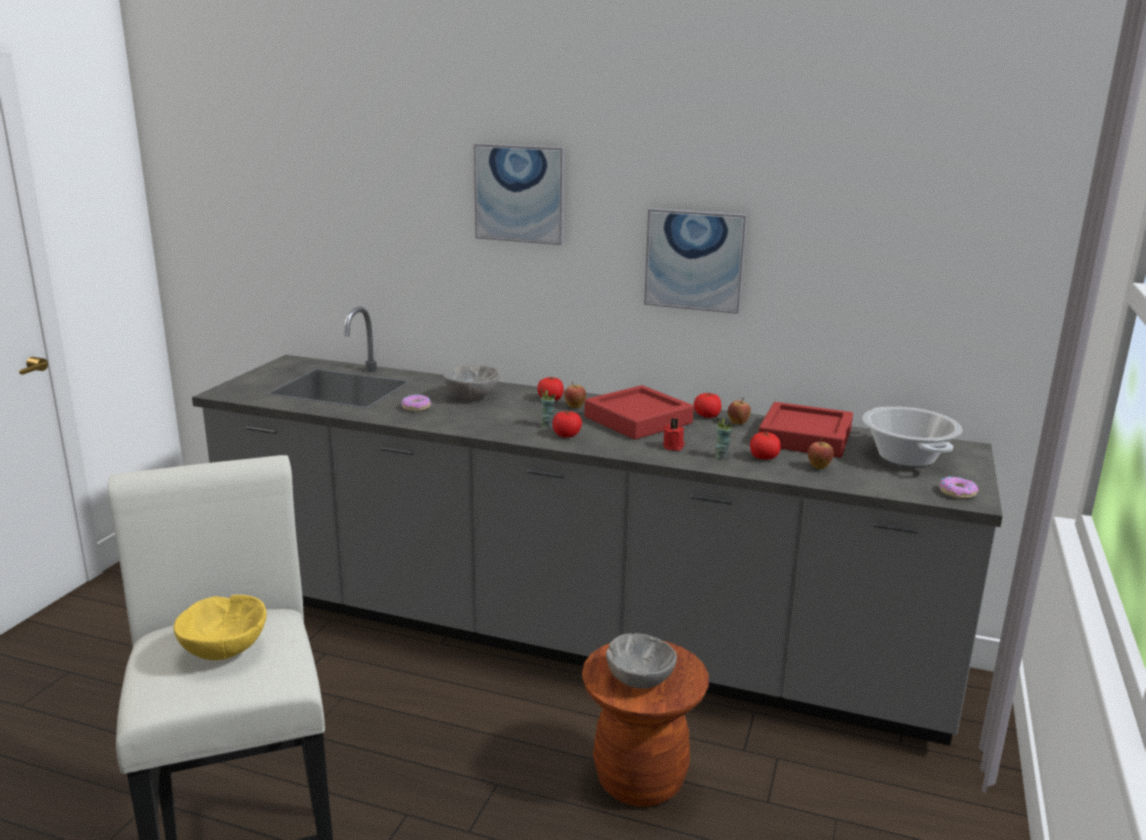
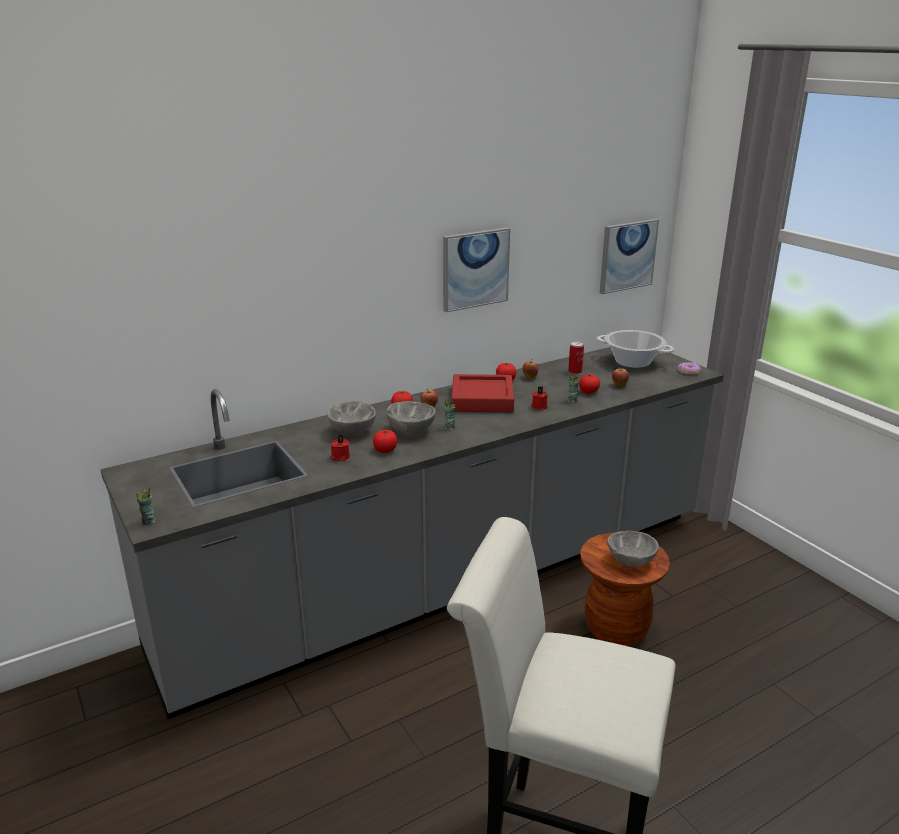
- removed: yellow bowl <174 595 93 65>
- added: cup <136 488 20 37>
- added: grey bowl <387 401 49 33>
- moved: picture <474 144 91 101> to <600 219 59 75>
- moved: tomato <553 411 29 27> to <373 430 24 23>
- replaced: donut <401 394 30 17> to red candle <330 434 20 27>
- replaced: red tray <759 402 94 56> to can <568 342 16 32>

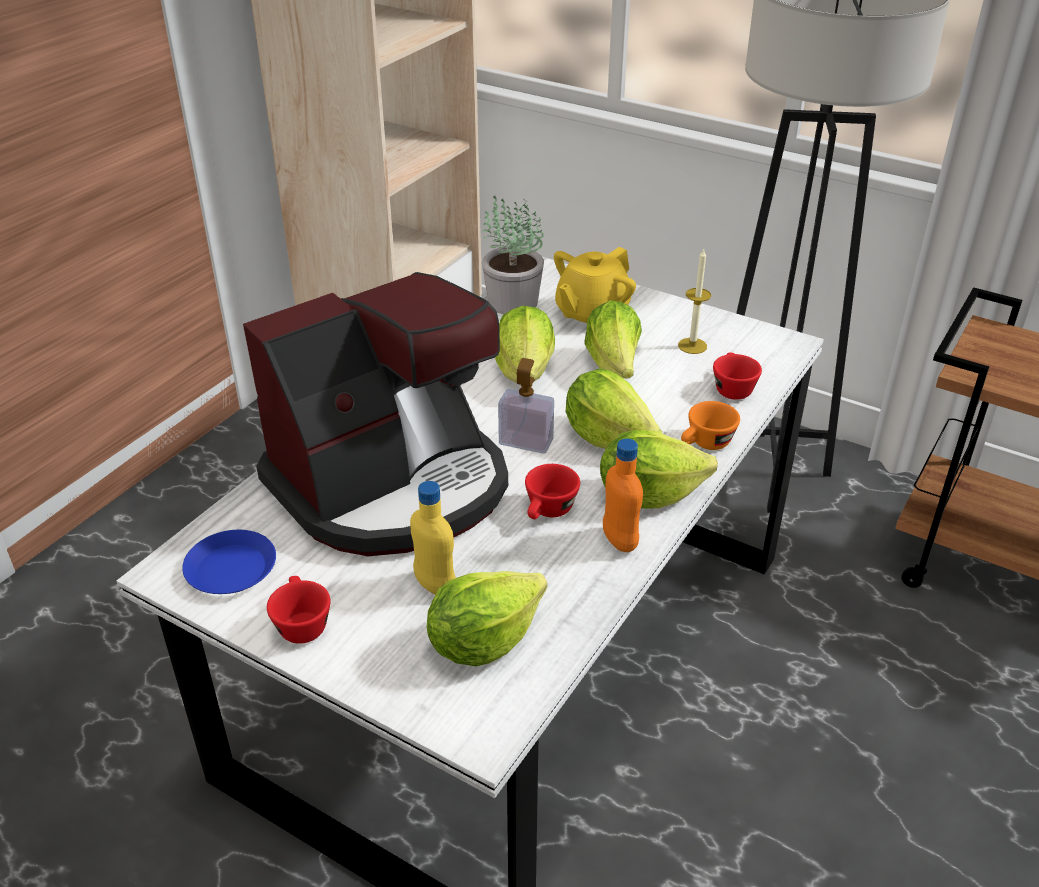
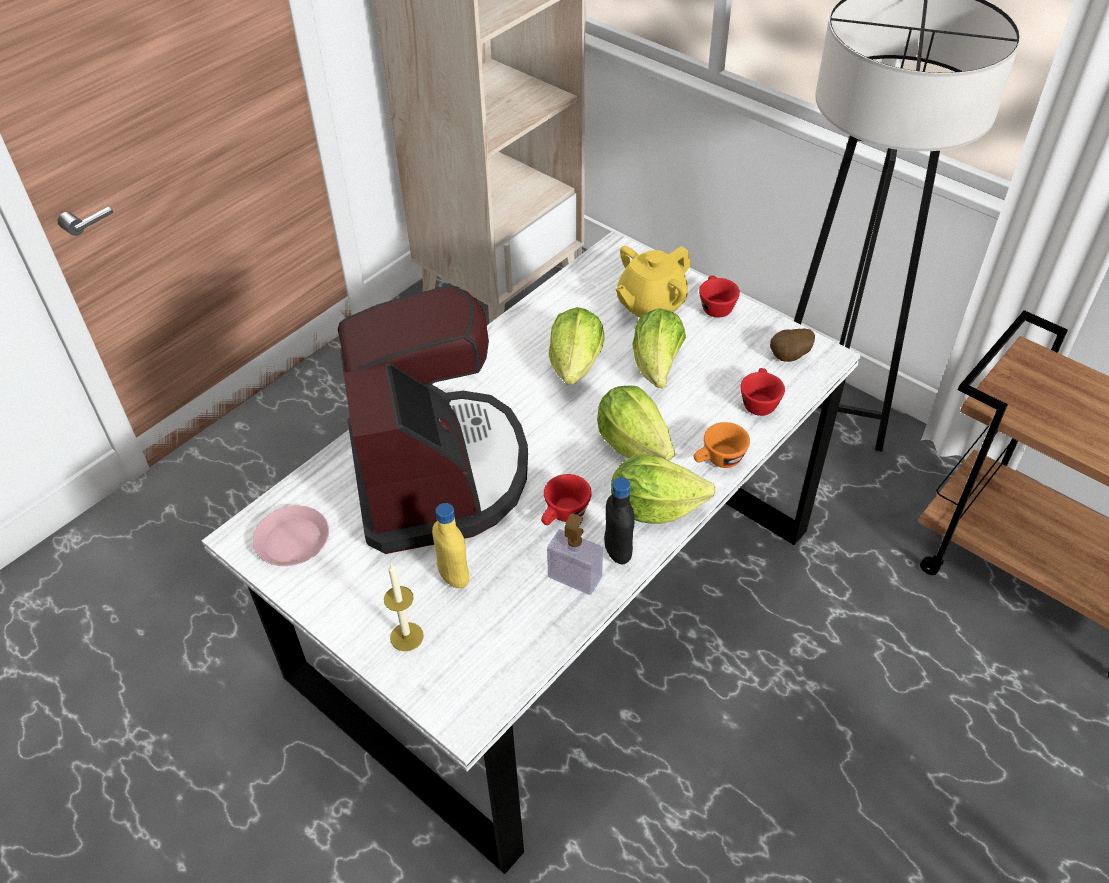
- removed: lettuce <427 571 120 95>
- removed: potted plant <482 195 62 119>
- added: potato <770 329 45 33>
- moved: red cup <267 576 63 68> to <699 276 41 42>
- moved: soap dispenser <498 358 56 96> to <547 513 56 82>
- moved: candle <678 249 33 105> to <384 564 40 87>
- recoloured: blue plate <182 530 94 64> to pink plate <253 505 76 61>
- recoloured: orange bottle <603 439 40 113> to black bottle <604 478 31 86>
- turned: coffee machine <243 272 265 284> = <338 285 190 269> 75 degrees counterclockwise

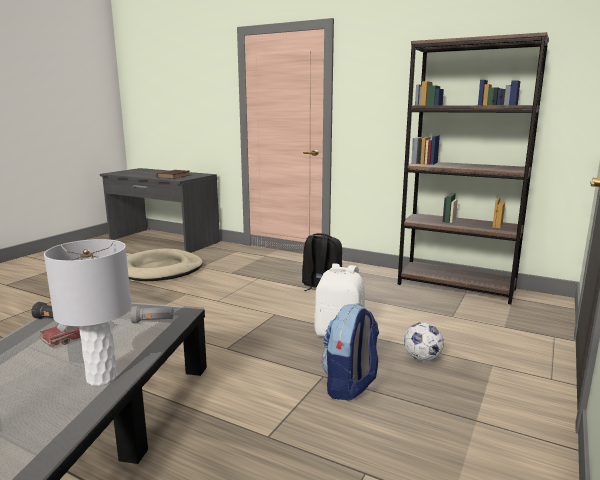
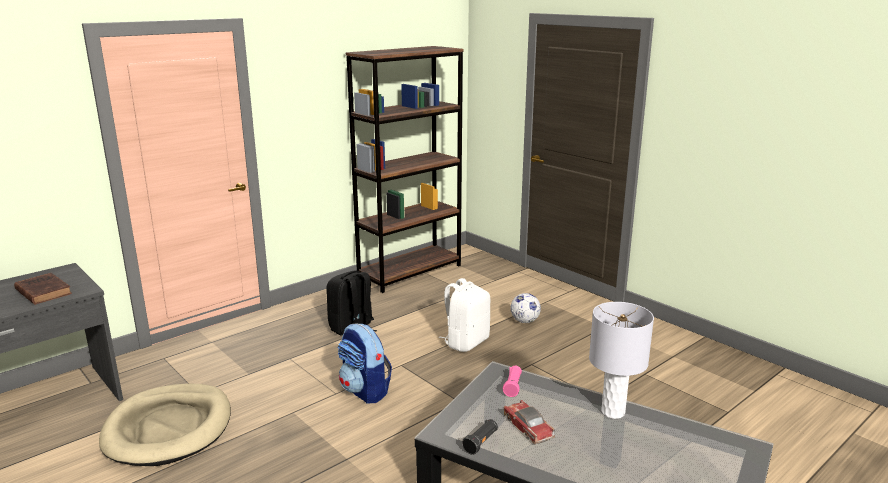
- moved: backpack <322 303 57 98> to <337 323 55 80>
- recoloured: grey flashlight <131 306 43 17> to pink flashlight <503 366 19 31>

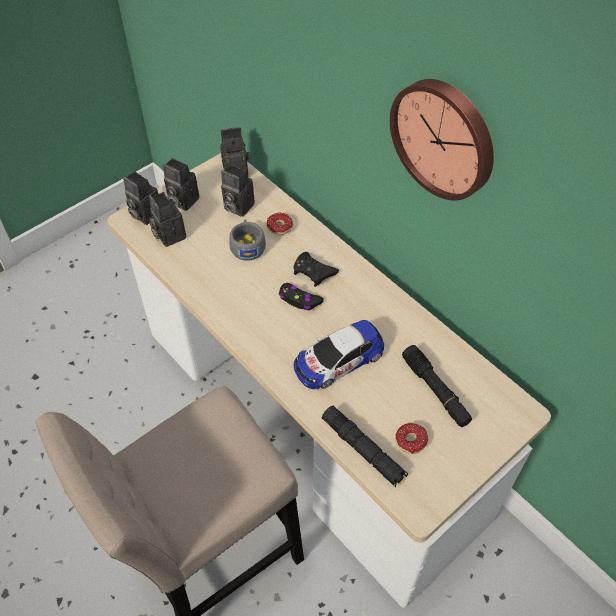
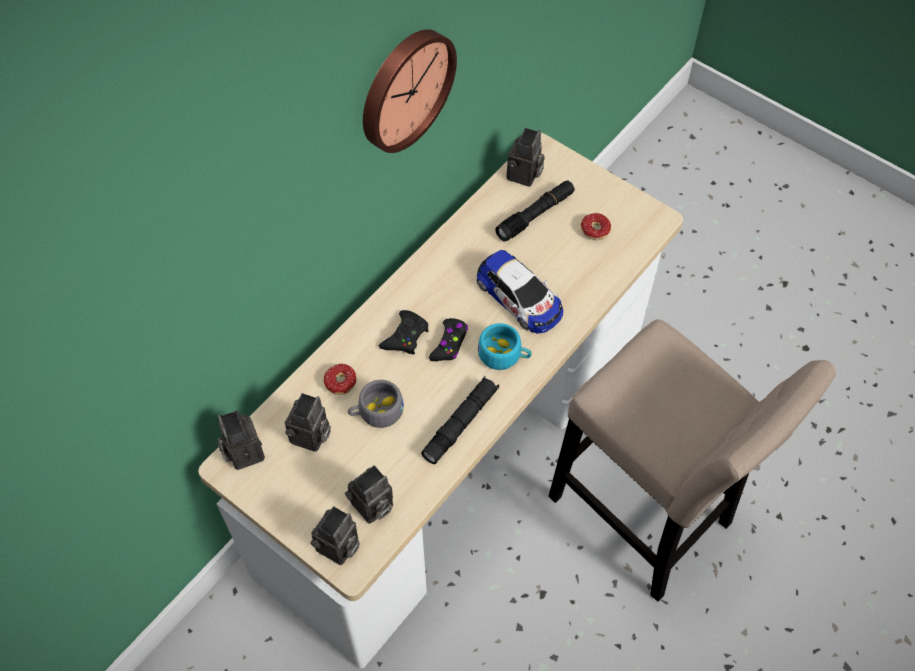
- added: turquoise cup <478 323 54 47>
- moved: photo camera <163 158 36 53> to <507 128 38 59>
- moved: black flashlight <322 406 86 81> to <421 376 78 88>

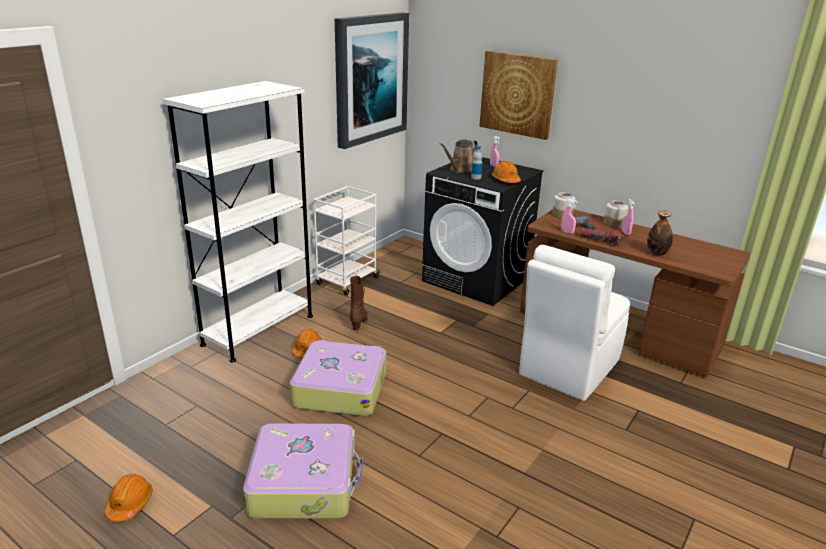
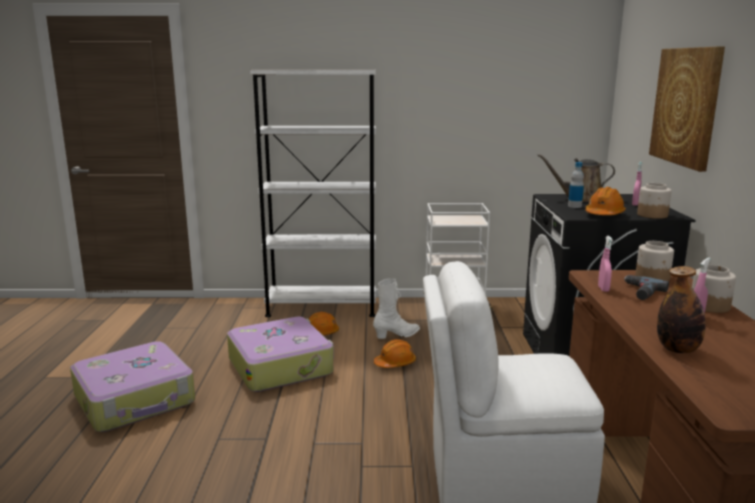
- removed: picture <335 12 74 137>
- removed: flashlight <580 227 43 19>
- added: jar <637 183 35 36>
- moved: orange hard hat <105 474 48 48> to <374 339 42 29>
- recoloured: brown boot <350 275 18 55> to white boot <373 279 47 60>

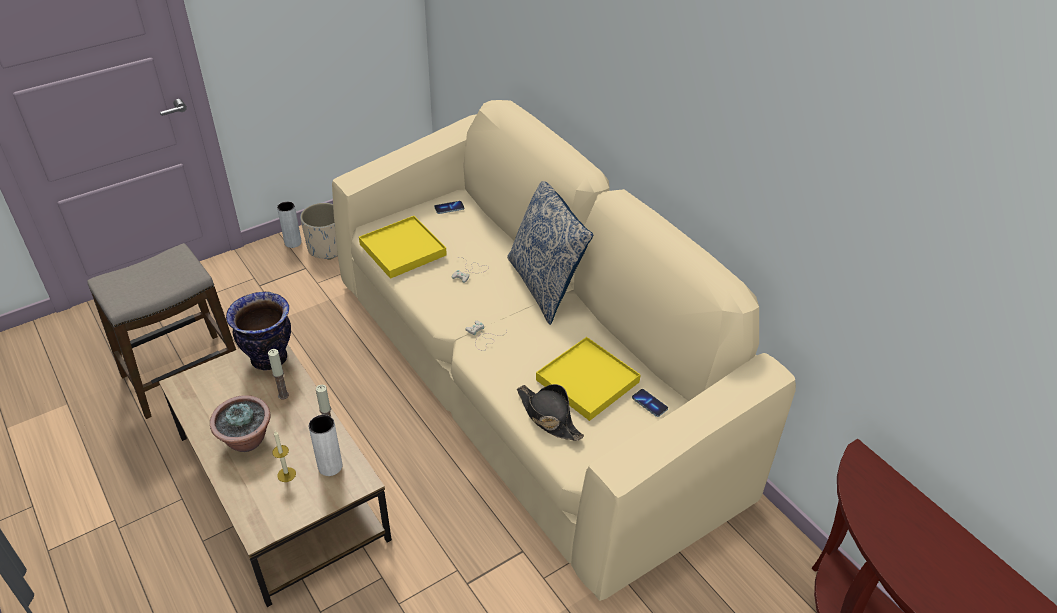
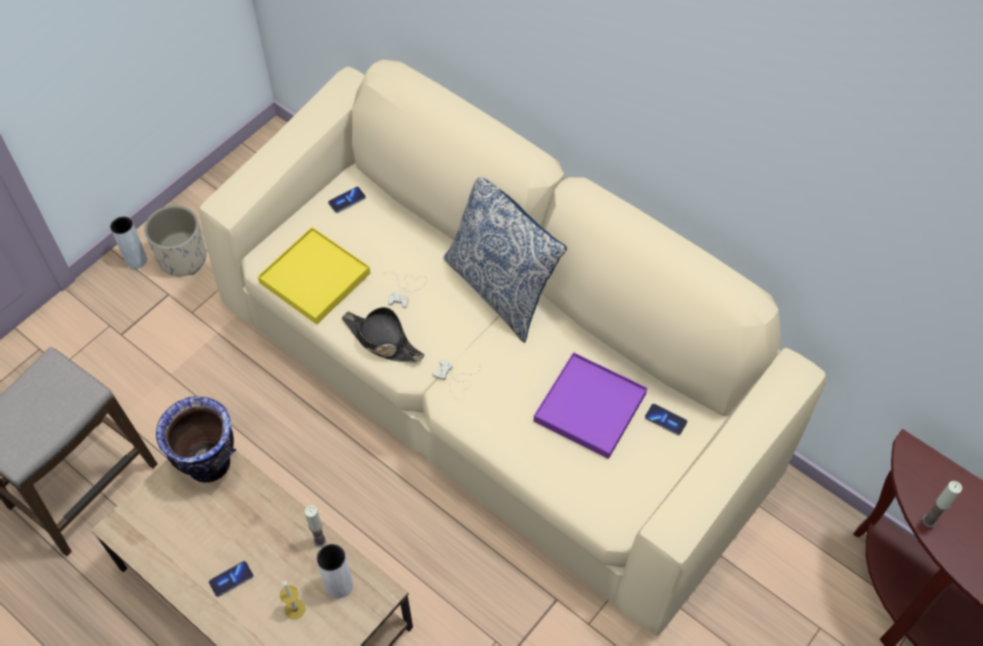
- moved: candle <268 349 21 51> to <922 481 40 46>
- moved: black hat <517 384 67 57> to <342 307 83 55>
- replaced: potted plant <210 395 61 57> to phone <209 561 45 36>
- recoloured: yellow tray <536 337 105 84> to purple tray <534 352 113 107>

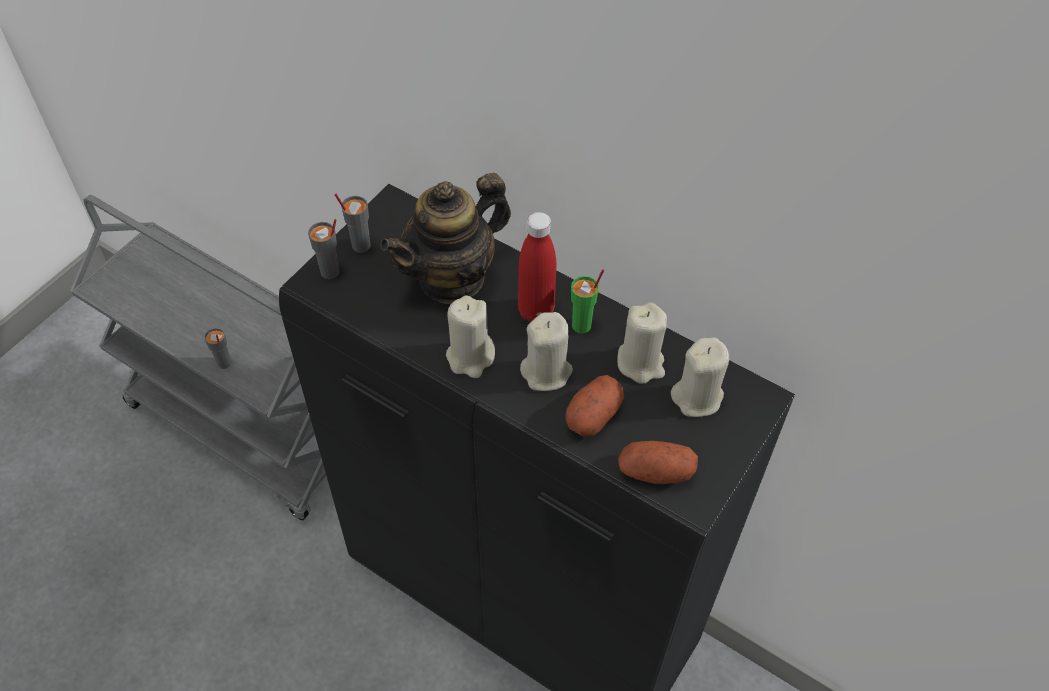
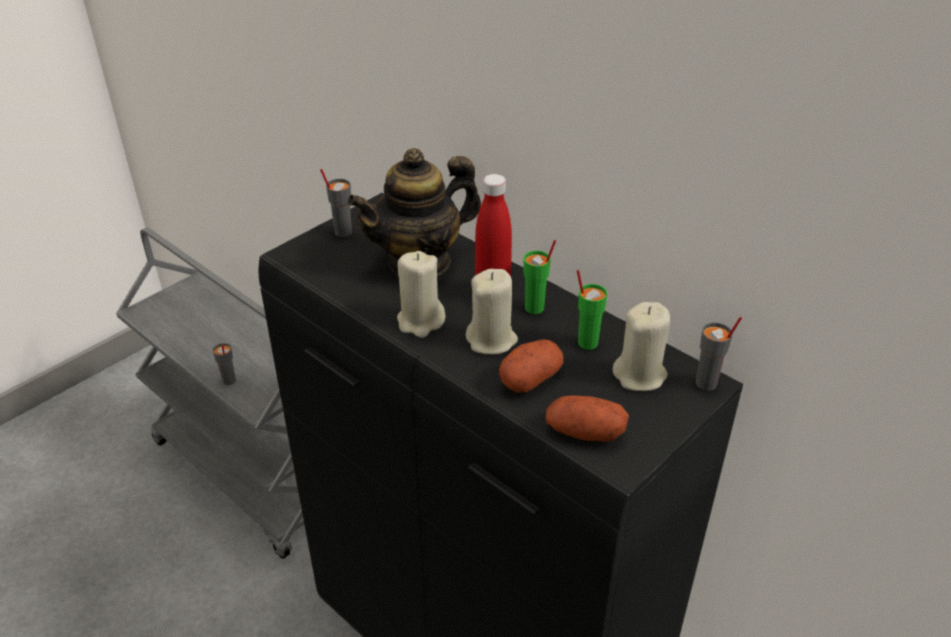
- moved: grey cup <308 219 31 60> to <696 317 46 74>
- replaced: beige candle <617 302 50 82> to green cup <577 270 31 80>

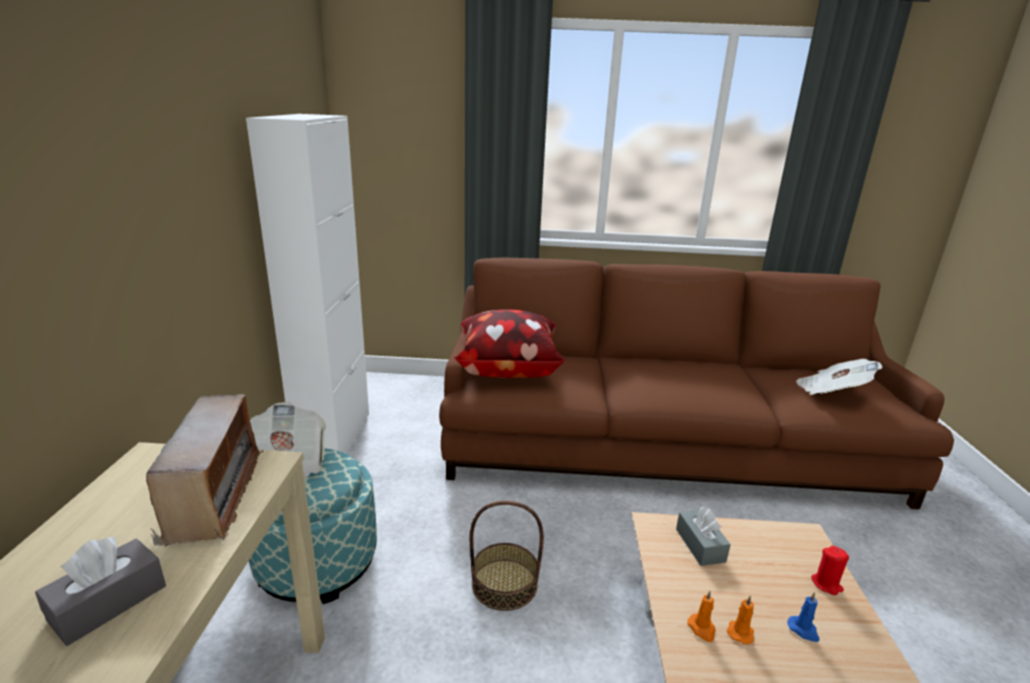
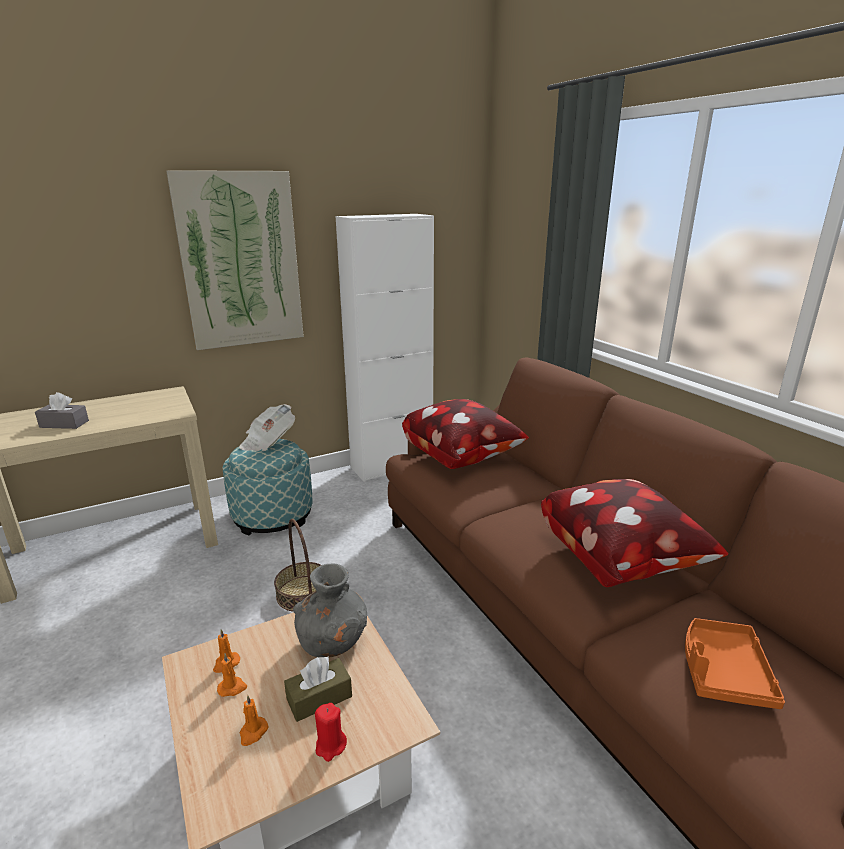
- removed: radio <146 394 117 152>
- added: picture <166 170 138 180>
- added: brown tissue box <284 657 68 65>
- added: pillow <541 479 188 108>
- replaced: grey tissue box <676 506 55 60> to grey vase <293 564 74 94>
- replaced: newspaper <796 359 87 36> to orange tray <685 618 100 91>
- recoloured: blue candle <787 592 32 50> to orange candle <240 695 28 51>

